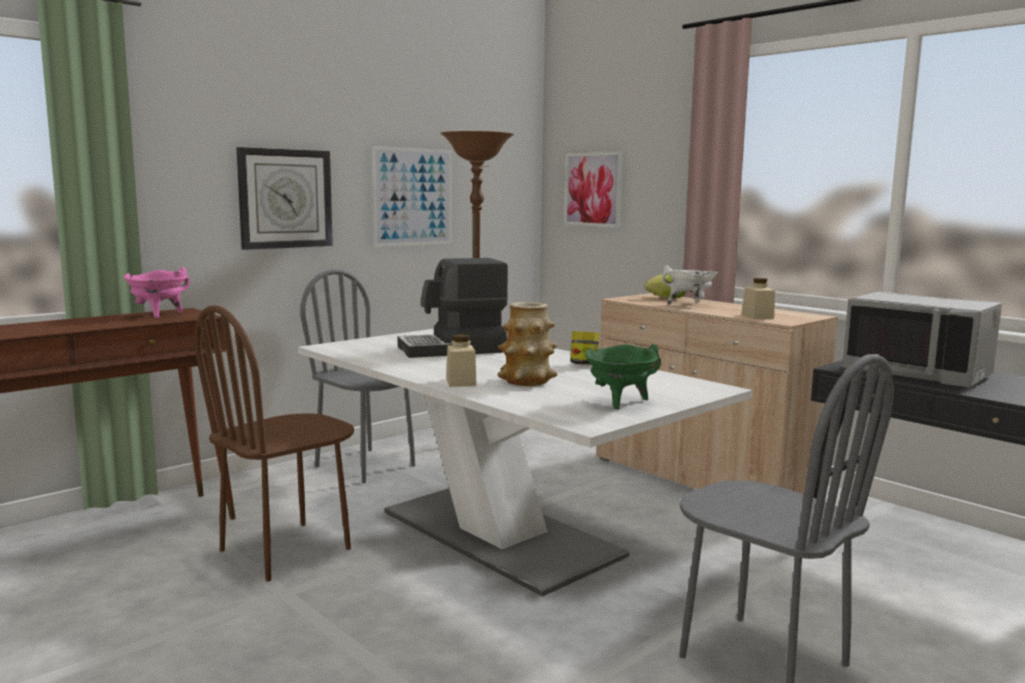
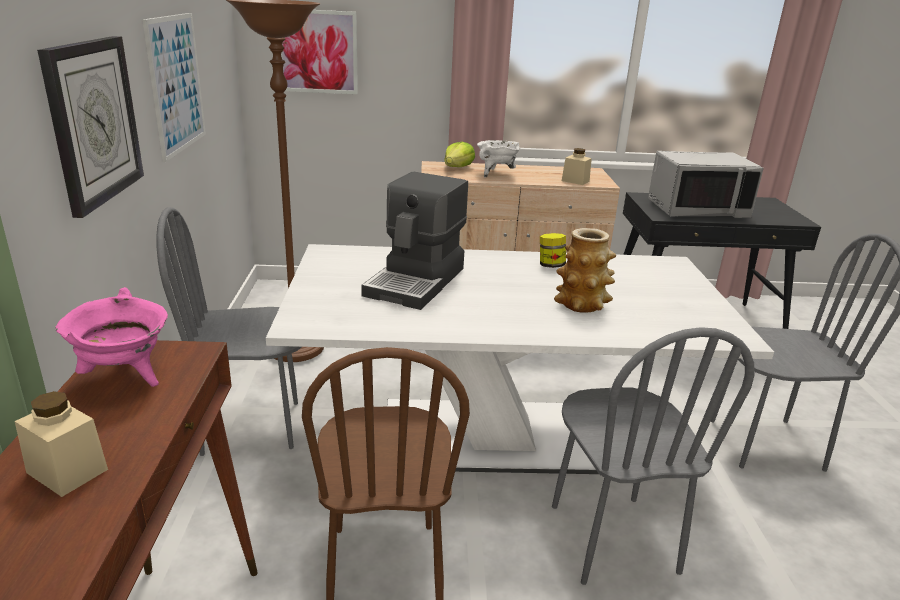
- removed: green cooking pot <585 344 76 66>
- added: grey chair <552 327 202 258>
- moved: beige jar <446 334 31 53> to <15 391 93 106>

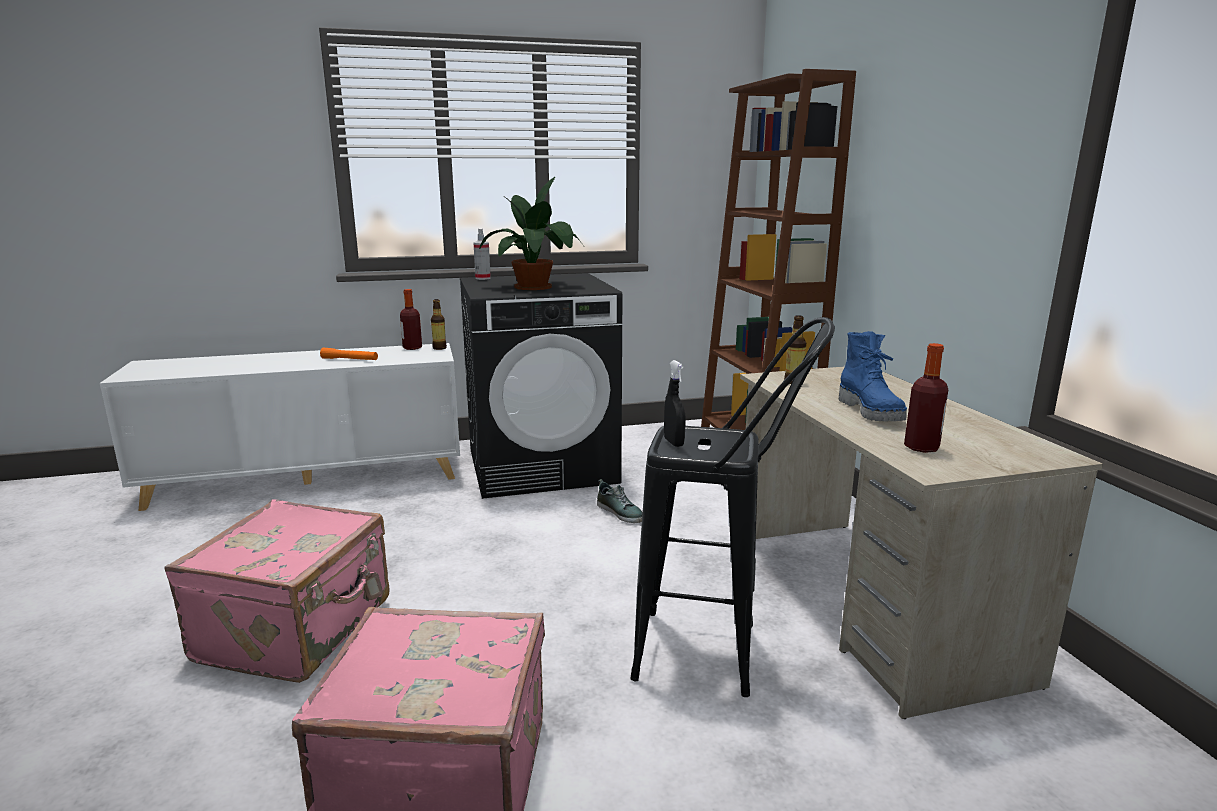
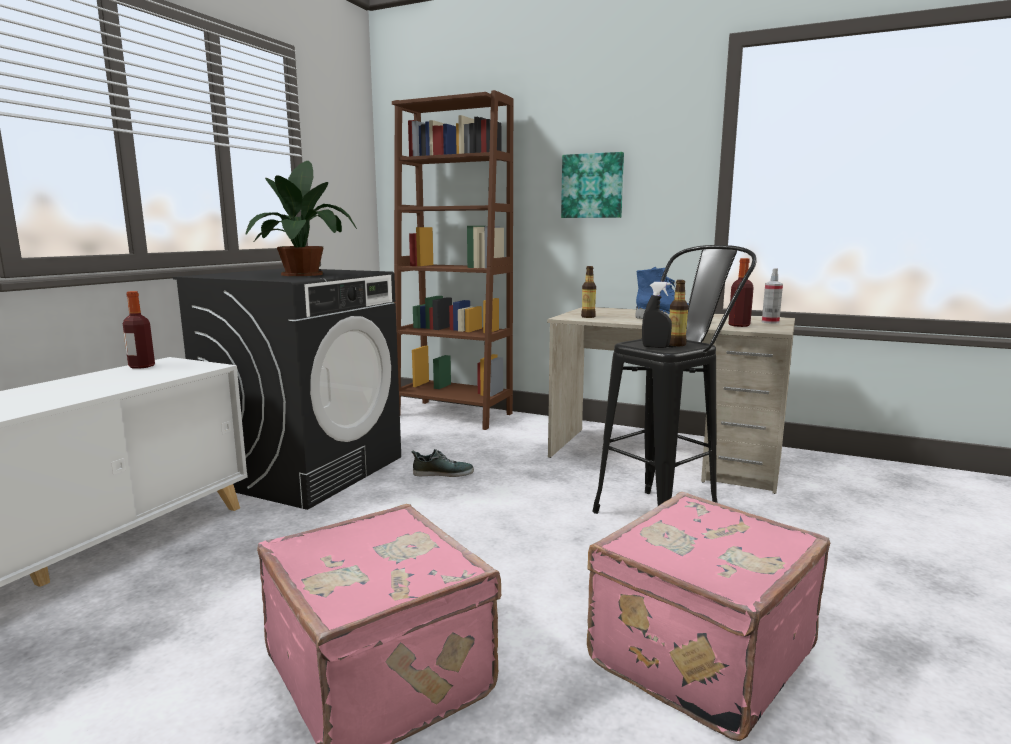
- removed: orange flashlight <320 348 58 12>
- added: picture <561 152 63 66>
- moved: bottle <431 299 16 51> to <669 280 19 66>
- moved: spray bottle <474 229 17 51> to <762 268 21 56>

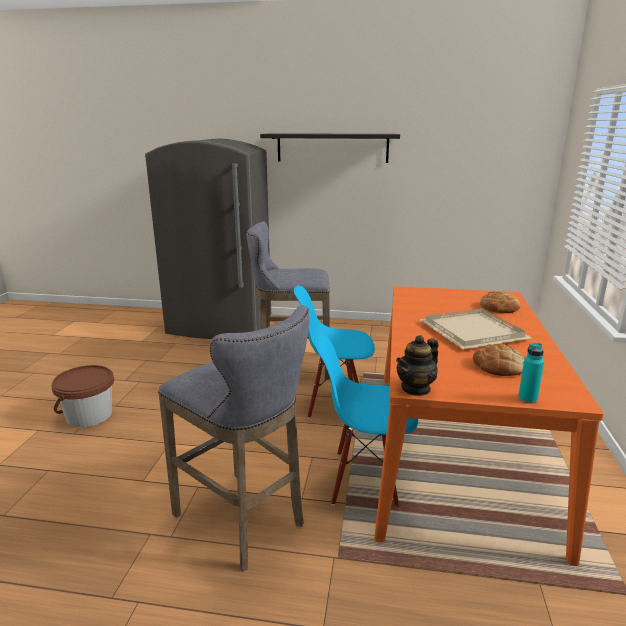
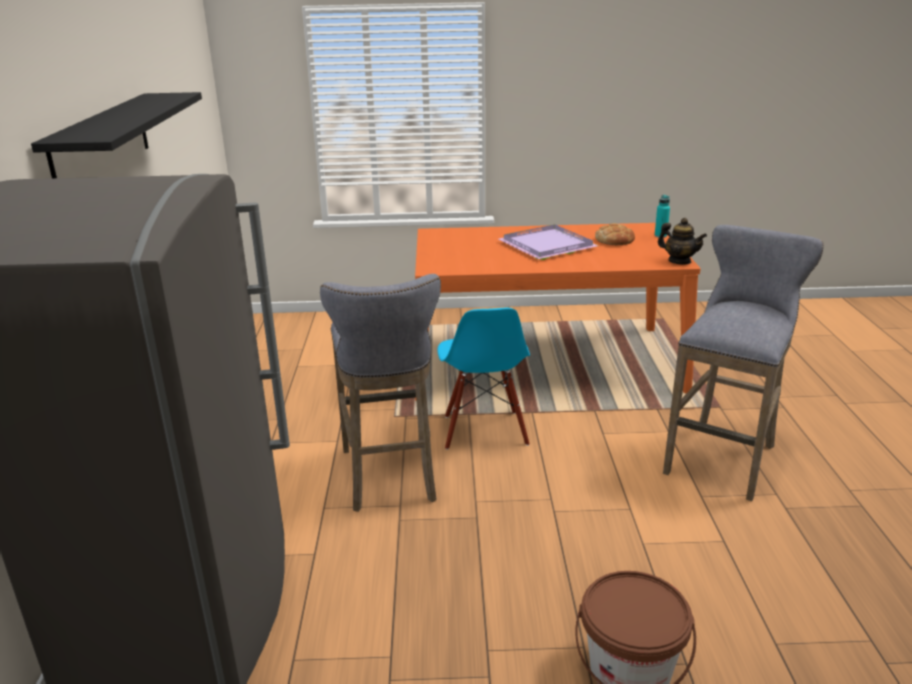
- removed: blue chair <314 334 104 172>
- removed: bread <480 291 41 22>
- recoloured: beige tray <419 308 113 41> to purple tray <499 225 99 35>

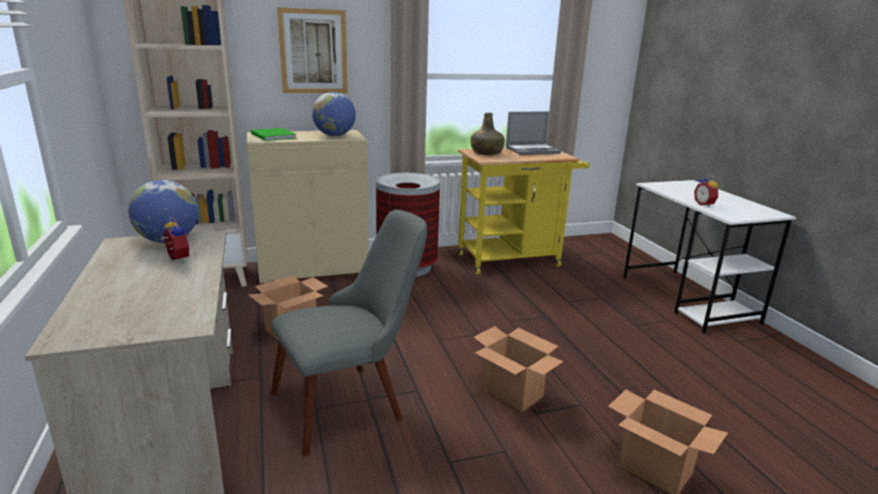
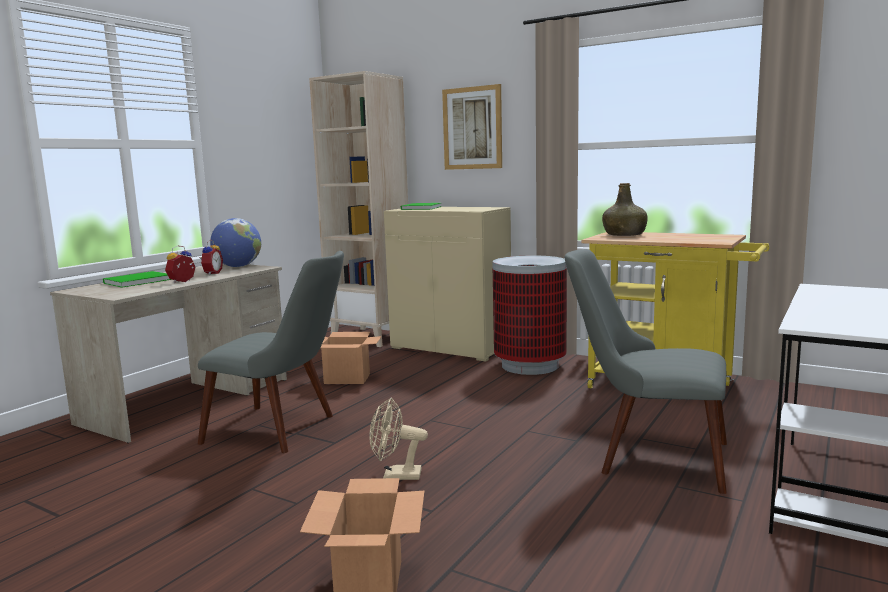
- removed: globe <312 92 44 44>
- removed: laptop <506 111 55 44>
- added: green book <103 271 68 17>
- added: grey chair <565 249 162 245>
- moved: alarm clock <694 174 25 33> to <165 245 31 38>
- replaced: cardboard box <473 326 91 86> to beige fan <369 397 59 83>

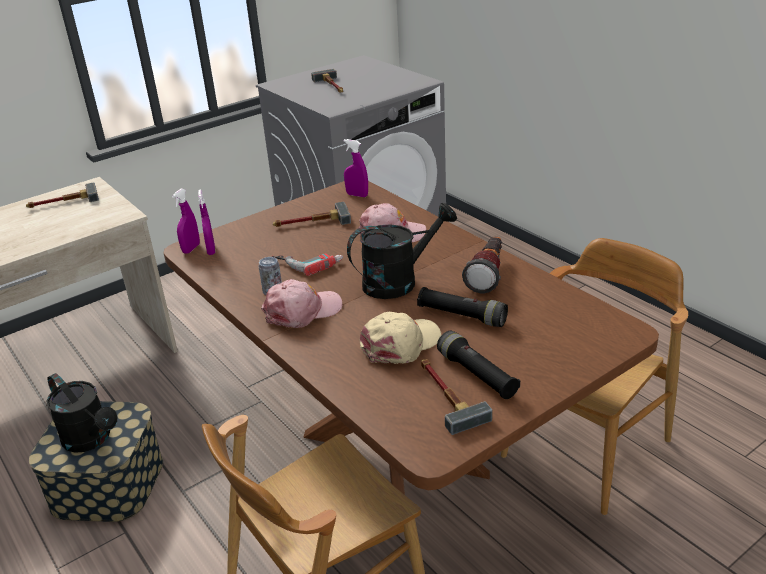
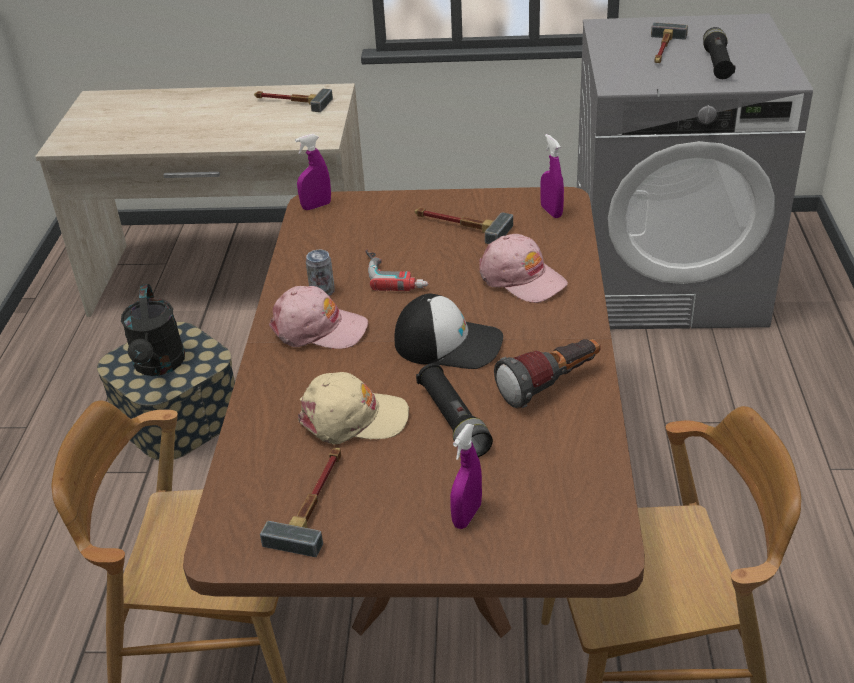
- moved: purple spray bottle <198 190 17 65> to <450 424 32 105>
- moved: black flashlight <437 331 83 68> to <703 27 33 52>
- replaced: black watering can <347 203 110 96> to cap <395 294 108 75>

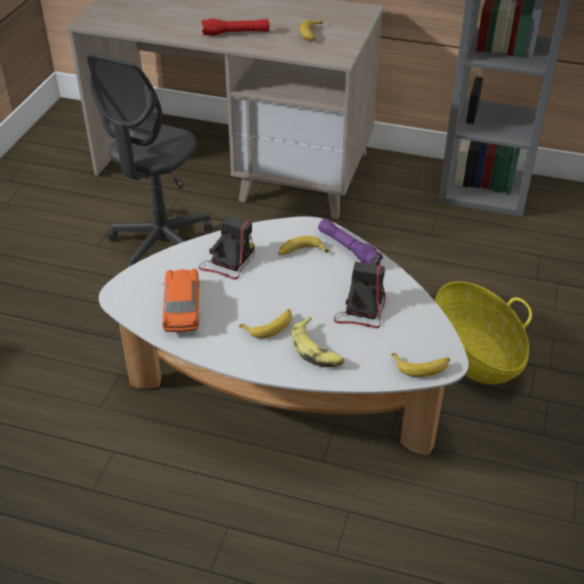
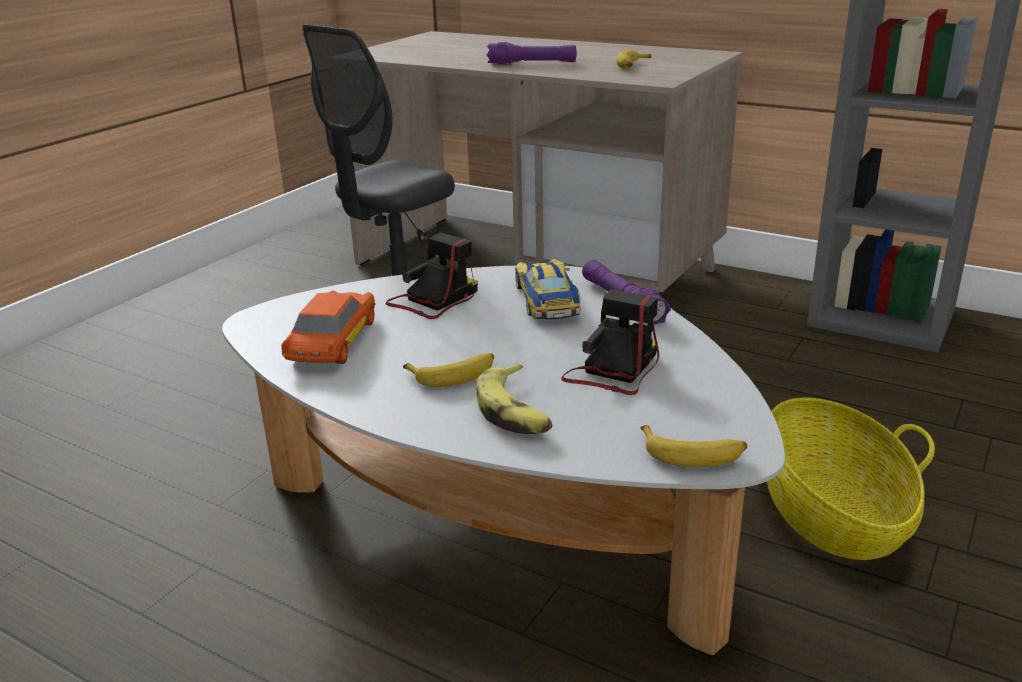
- replaced: banana <278 236 51 19> to toy car <515 259 66 60>
- recoloured: red flashlight <202 18 67 18> to purple flashlight <487 42 90 23>

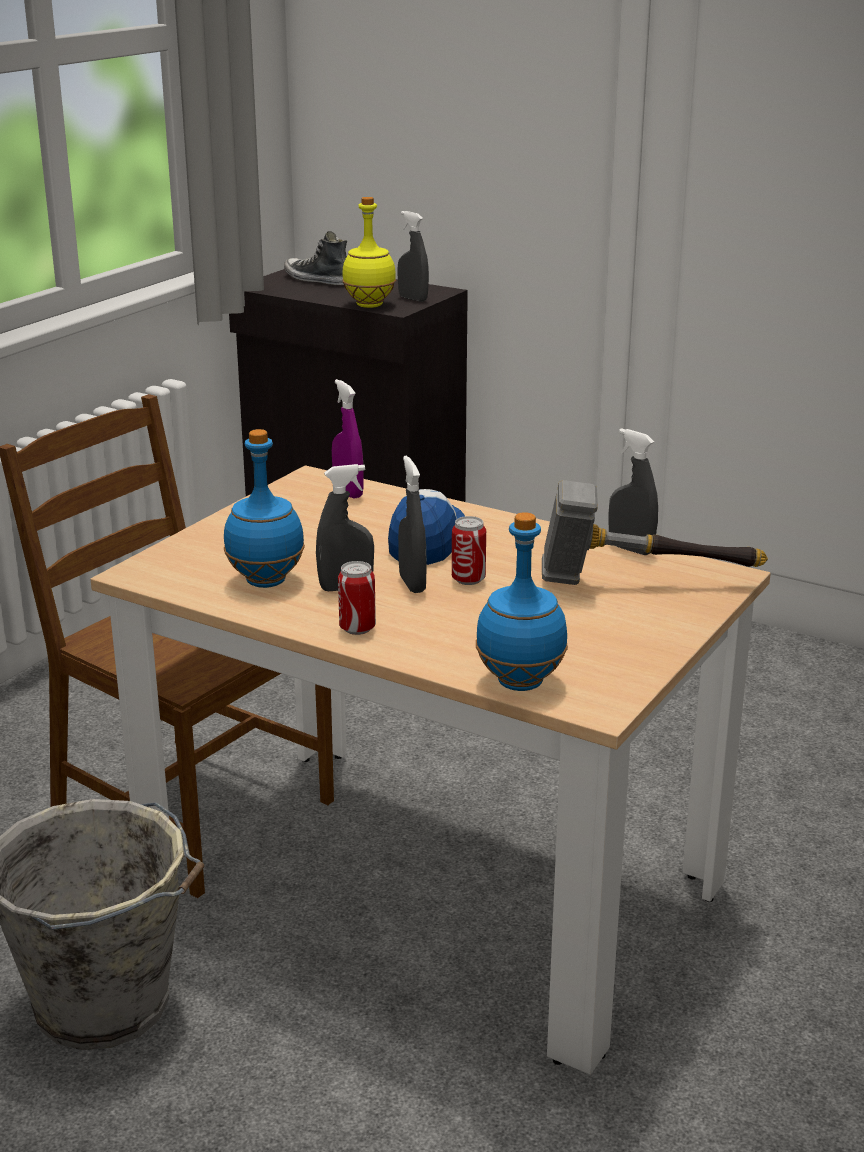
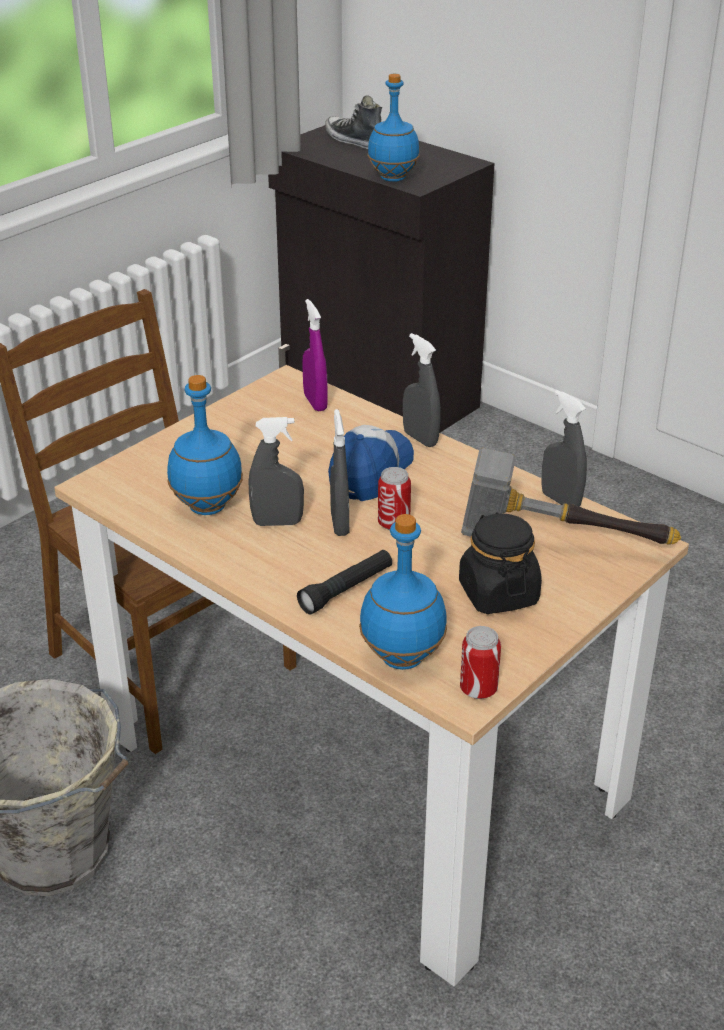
- added: black flashlight <297 550 95 65>
- added: black jar <459 512 83 102>
- moved: can <338 561 38 74> to <460 626 41 73>
- moved: grey spray bottle <398 211 31 91> to <403 333 37 114>
- recoloured: yellow bottle <342 197 54 111> to blue bottle <368 74 51 108>

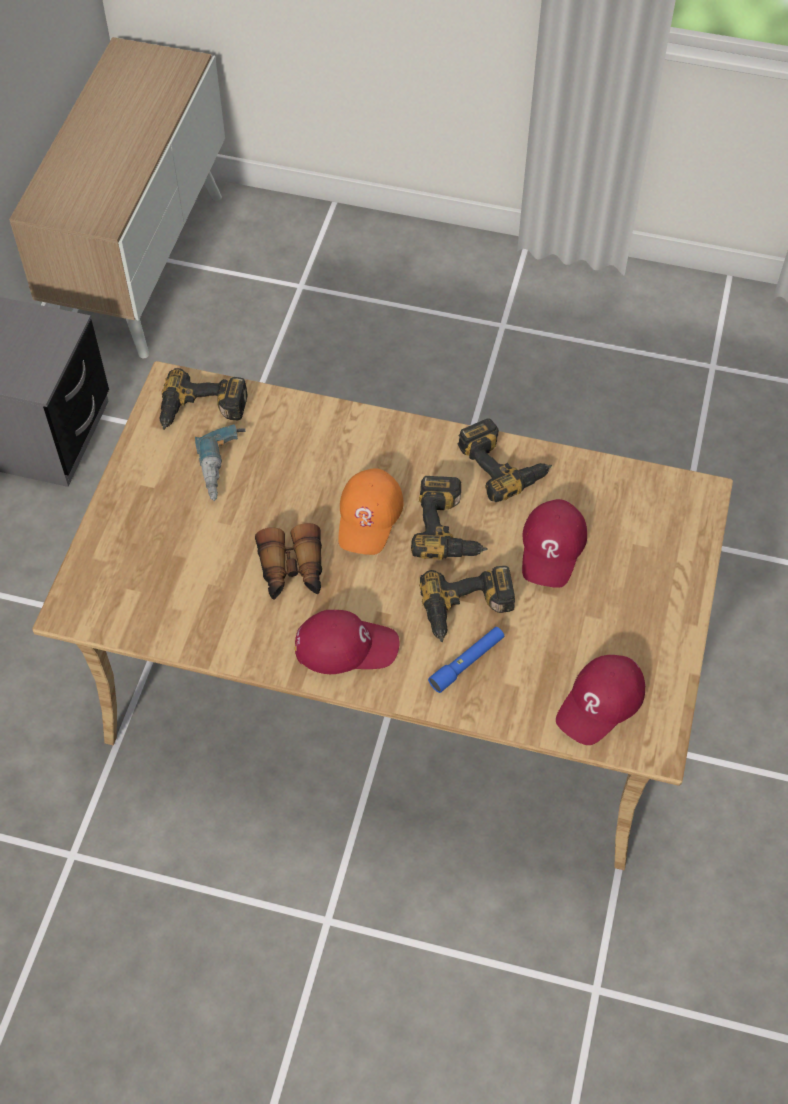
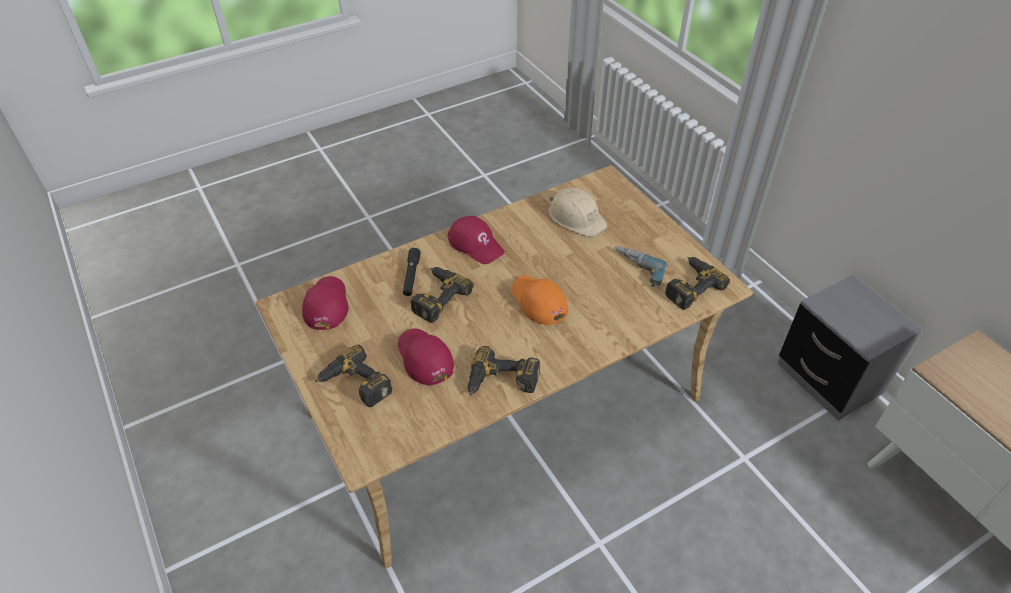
- removed: binoculars <255 523 67 77>
- added: beige hard hat <548 187 60 50>
- moved: power drill <411 476 76 84> to <315 345 78 62>
- recoloured: blue flashlight <428 627 76 66> to black flashlight <403 248 18 48>
- turned: red cap <295 610 105 64> = <448 216 57 48> 90 degrees counterclockwise

